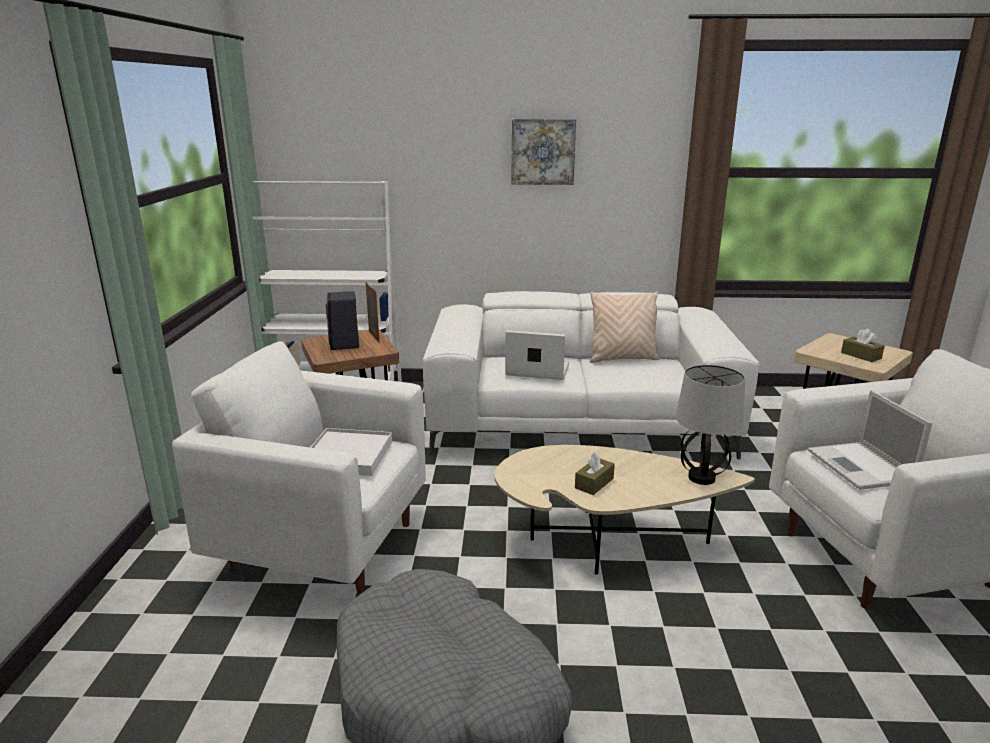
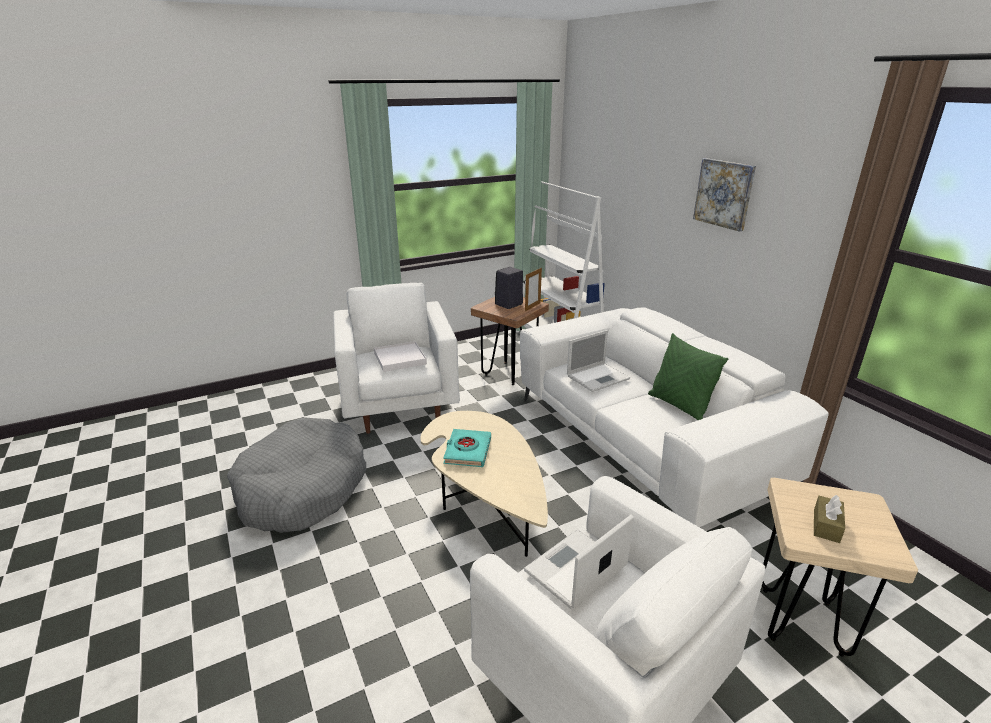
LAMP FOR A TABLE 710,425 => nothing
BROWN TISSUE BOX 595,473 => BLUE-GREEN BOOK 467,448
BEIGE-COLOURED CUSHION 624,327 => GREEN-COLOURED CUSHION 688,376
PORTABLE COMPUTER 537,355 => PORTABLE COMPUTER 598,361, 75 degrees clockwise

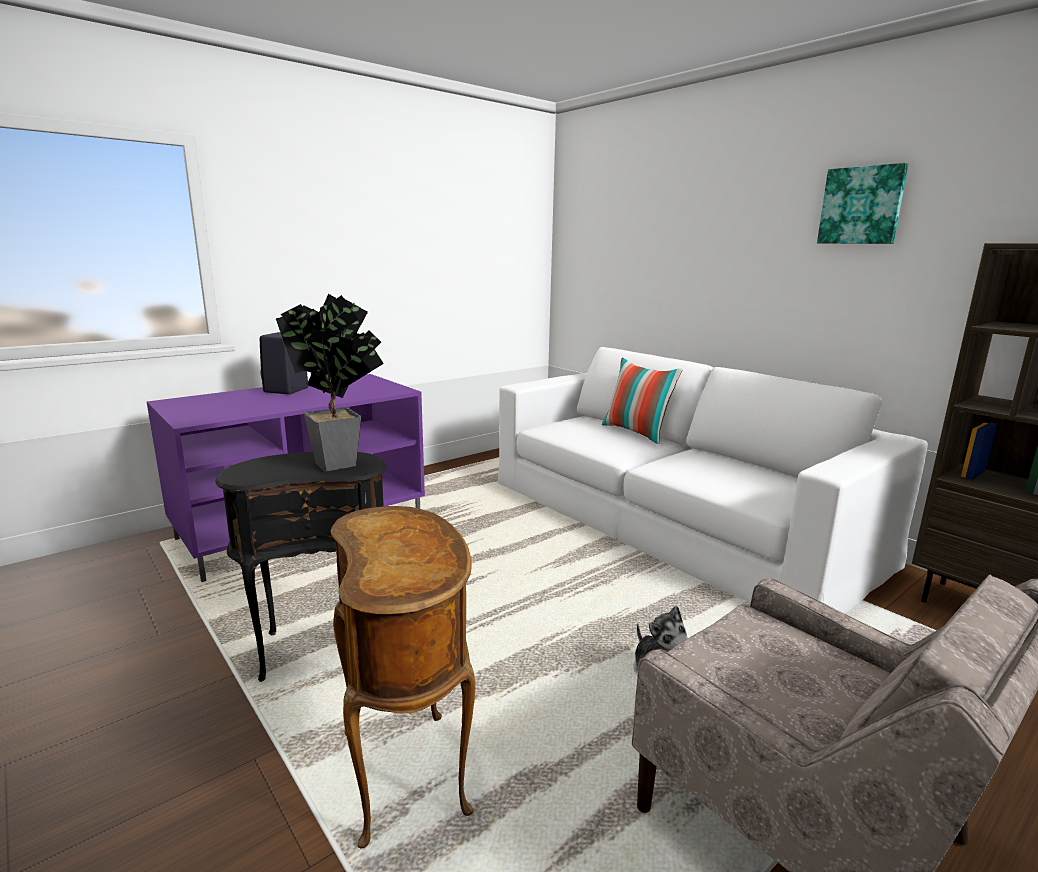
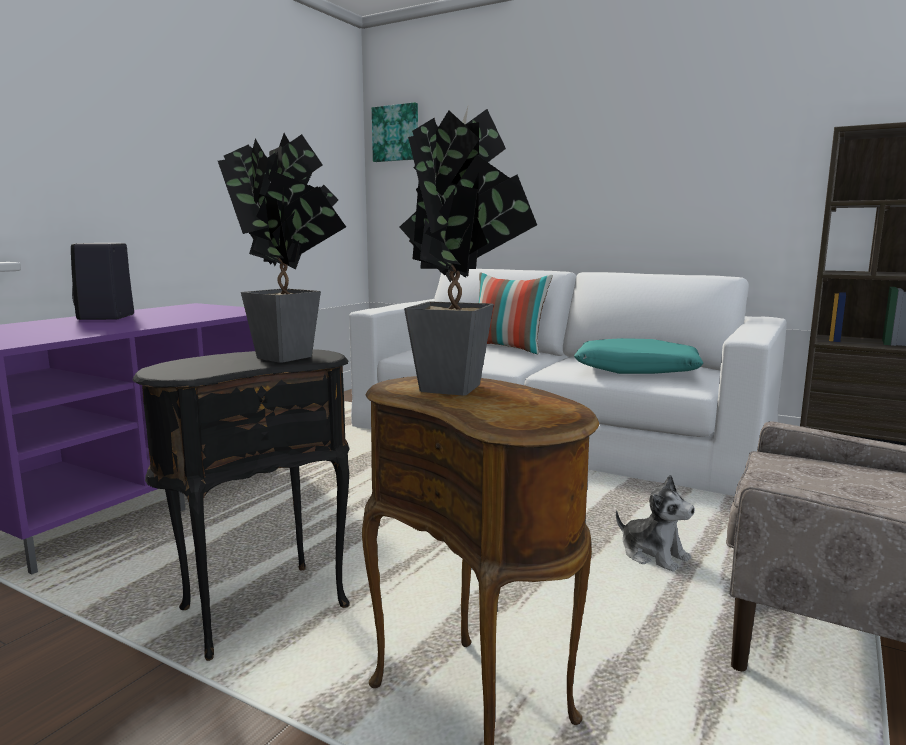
nothing => PLANT IN A POT 468,251
nothing => BLUE-GREEN CUSHION 638,356
WALL ART 862,203 => WALL ART 395,132, moved

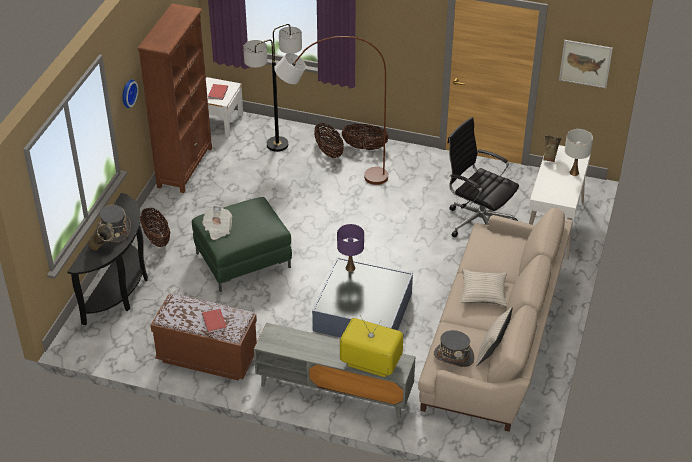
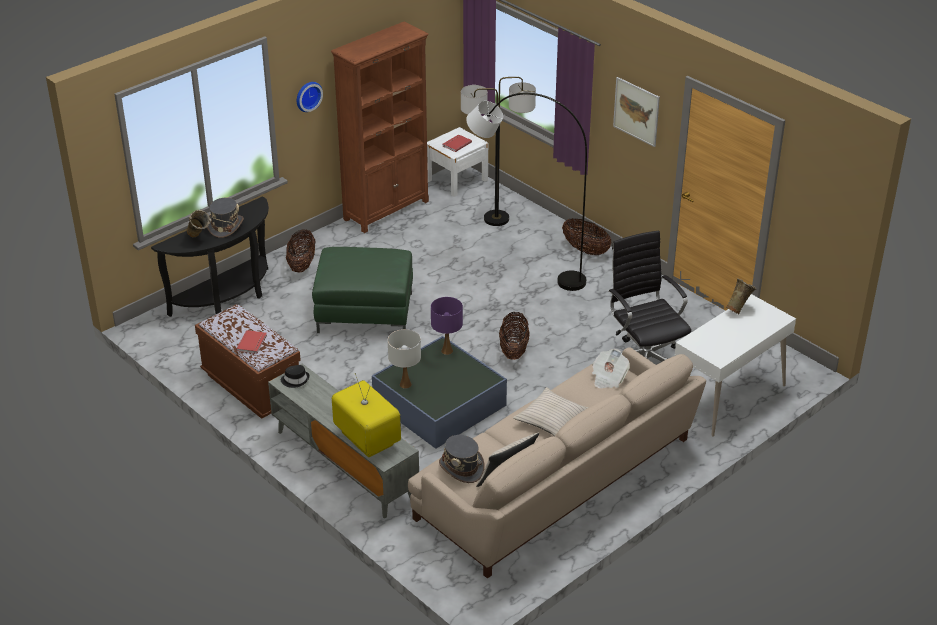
nothing => BLACK-COLOURED HAT 295,376
NEWSPAPER 217,222 => NEWSPAPER 611,368, moved
BASKET 329,140 => BASKET 514,336, moved
WALL ART 586,64 => WALL ART 636,112, moved
WHITE LAMP FOR A TABLE 579,152 => WHITE LAMP FOR A TABLE 404,359, moved
BROWN STANDING LAMP 331,110 => GREY STANDING LAMP 526,192

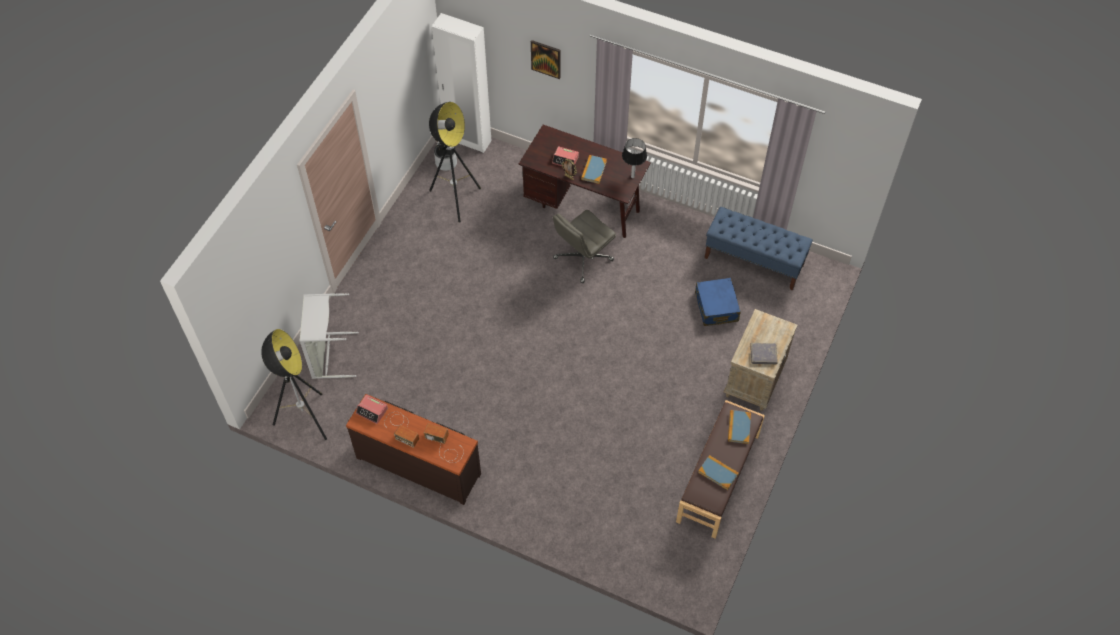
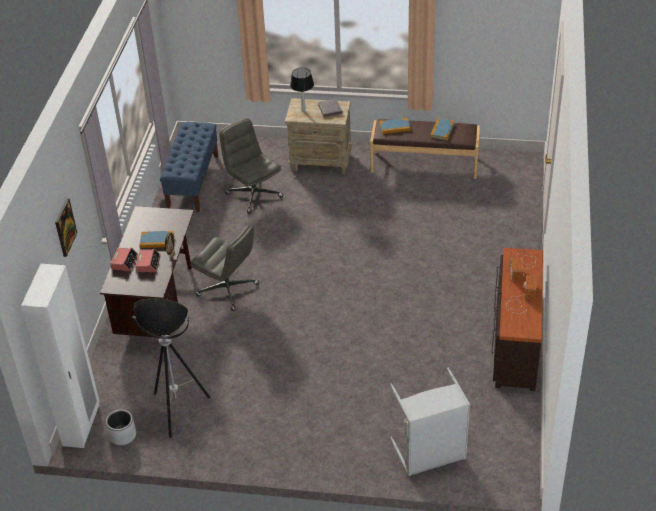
STANDING LAMP 294,384 => nothing
ALARM CLOCK 372,409 => ALARM CLOCK 124,259, moved
LAMP FOR A TABLE 634,158 => LAMP FOR A TABLE 302,90, moved
BLUISH TRAVEL CASE 718,302 => GREY COMPUTER CHAIR 251,166

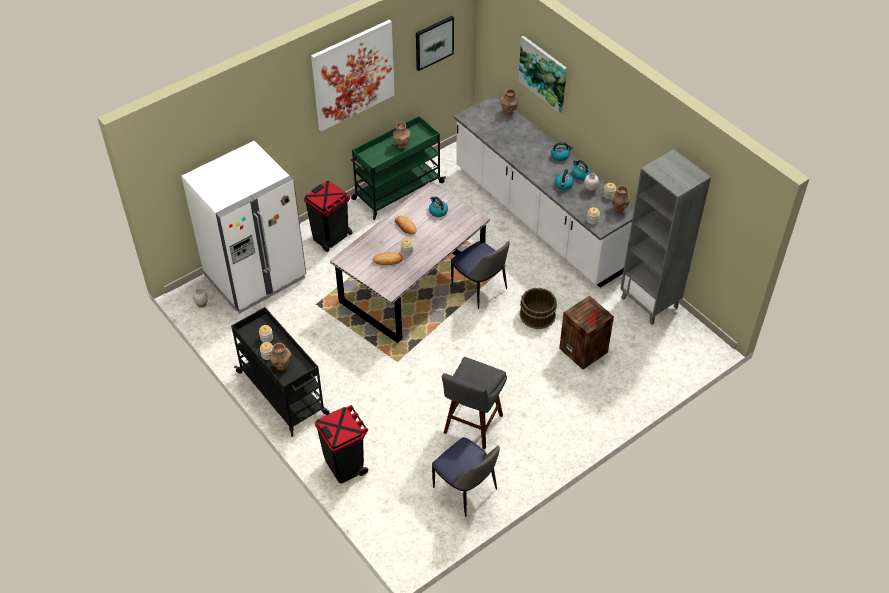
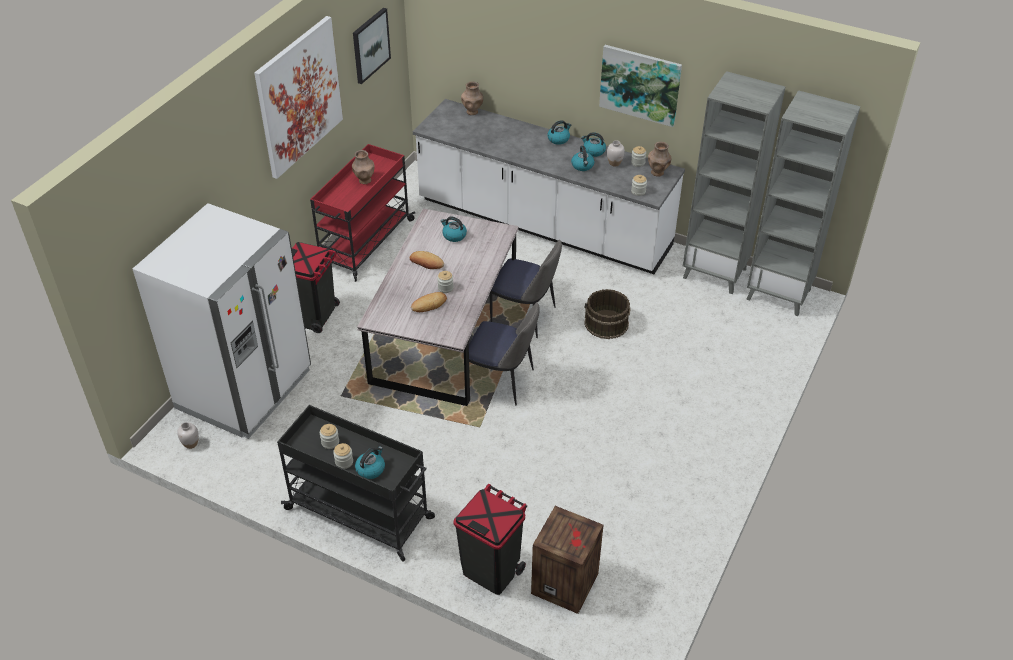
GREY SITTING STOOL 474,403 => nothing
nothing => GREY SHELVING UNIT 803,203
UPRIGHT CHAIR 466,477 => UPRIGHT CHAIR 504,353, moved
WALL ART 542,74 => WALL ART 640,86, moved
PACKING CRATE 586,333 => PACKING CRATE 567,560, moved
BROWN DECORATIVE VASE 280,356 => KETTLE 370,462
GREEN-COLOURED TROLLEY 398,168 => RED TROLLEY 362,213

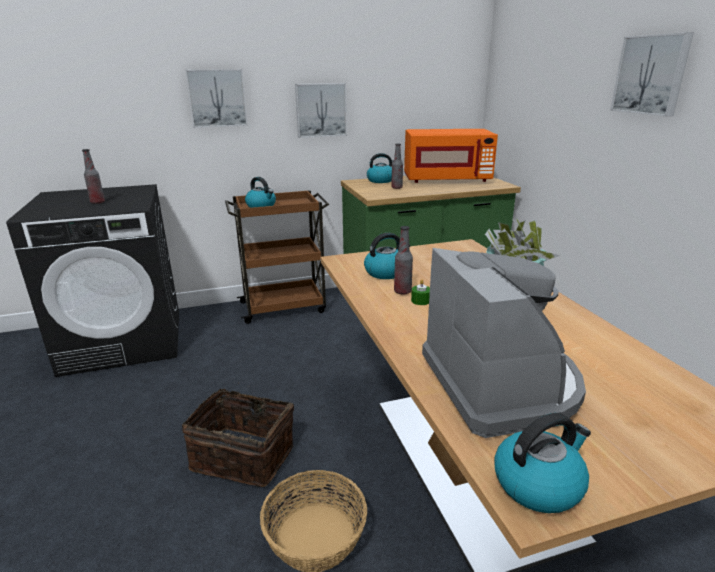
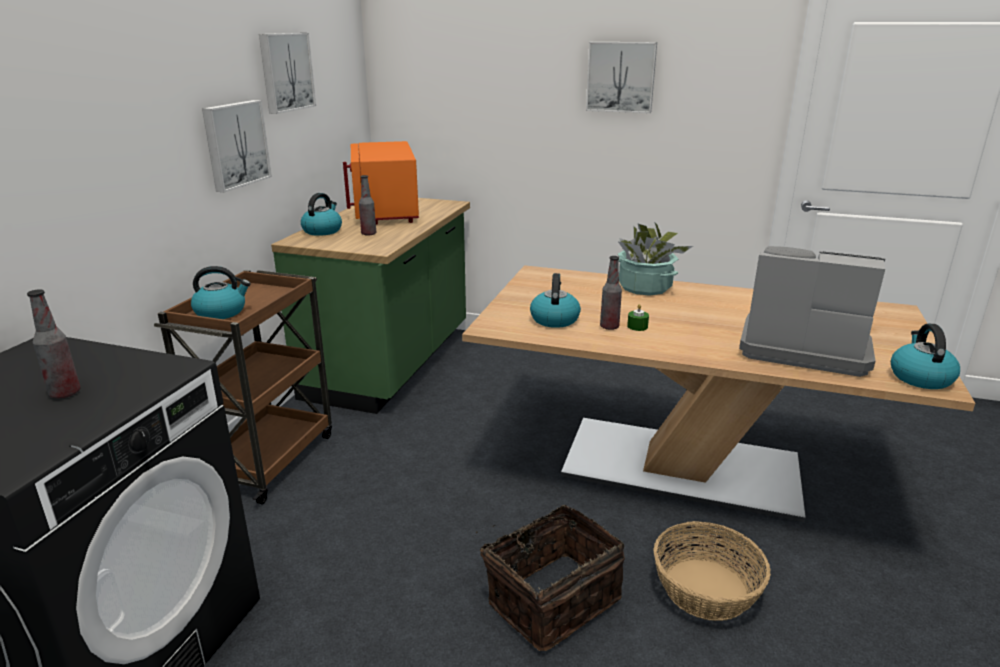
WALL ART 216,98 => WALL ART 287,73, moved
ORANGEY MICROWAVE 451,156 => ORANGEY MICROWAVE 381,183, 135 degrees clockwise

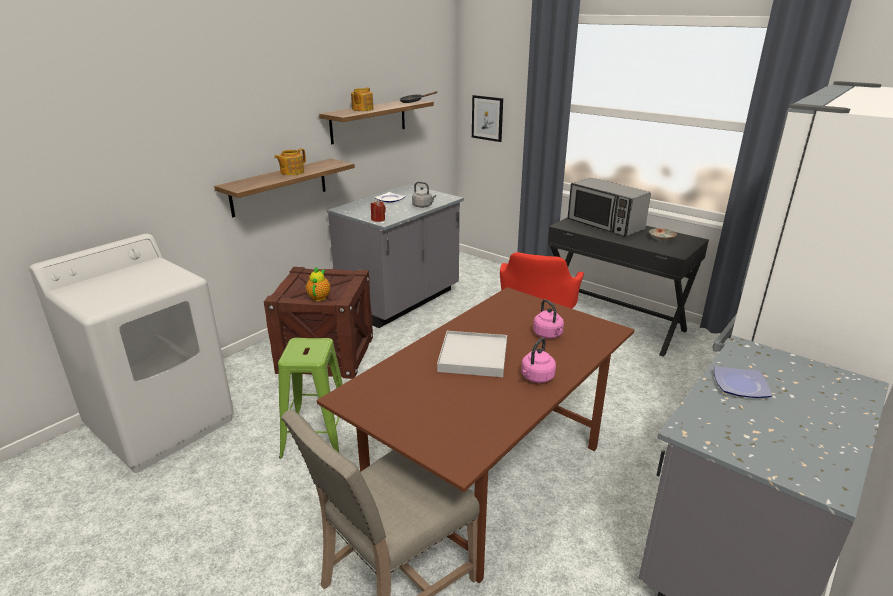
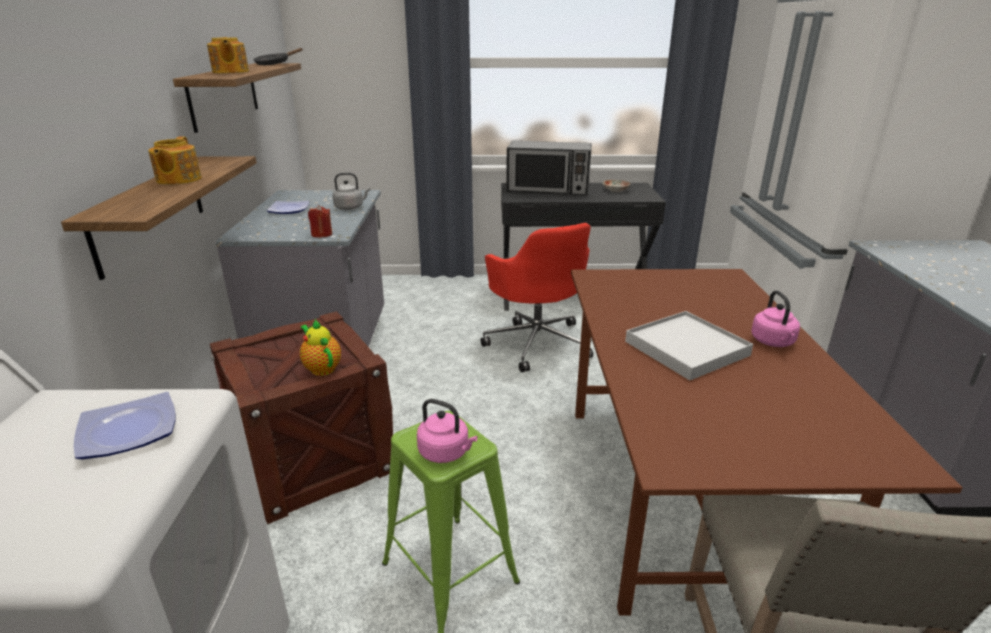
WALL ART 487,118 => nothing
PINK KETTLE 548,319 => PINK KETTLE 447,431, moved
PLATE 743,382 => PLATE 124,425, moved

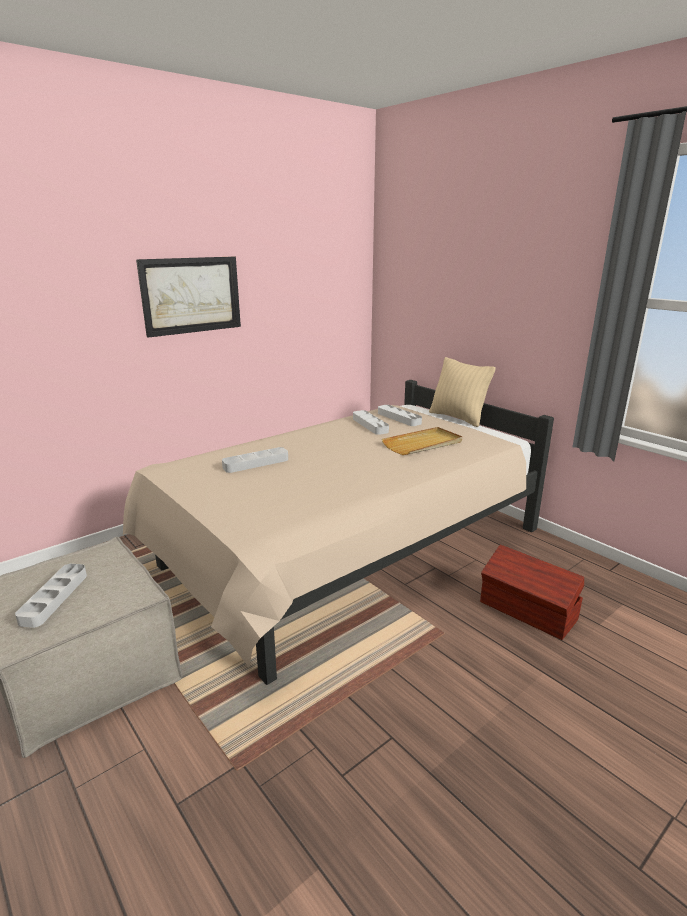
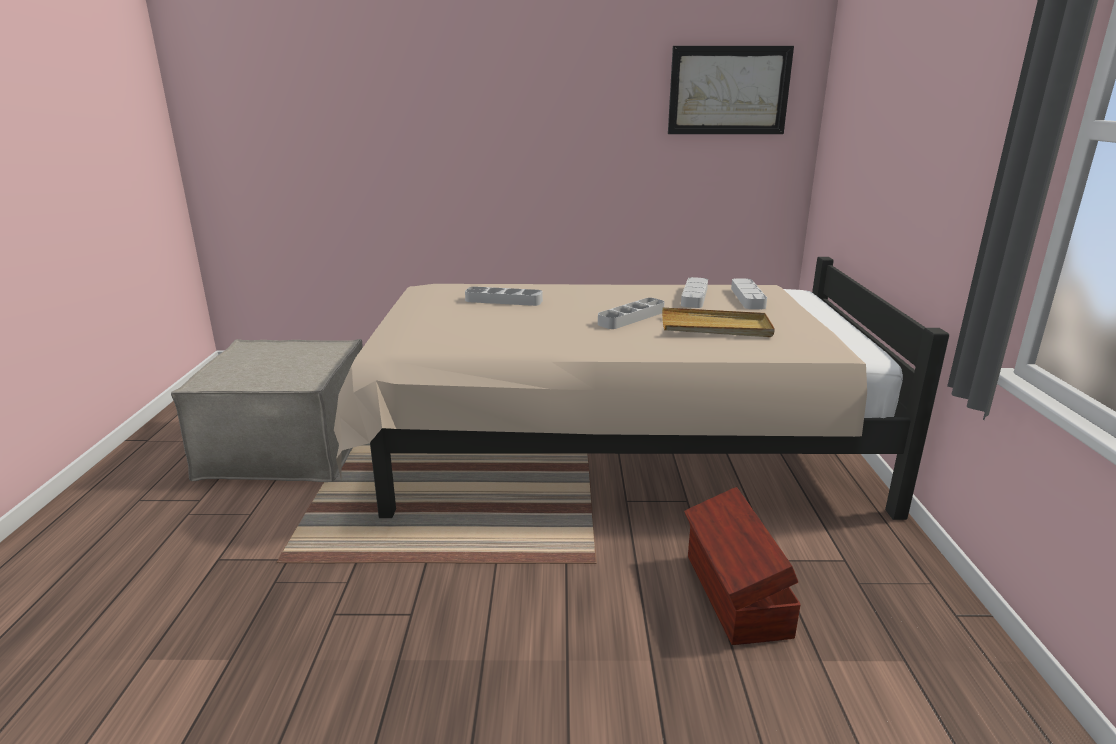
BEIGE-COLOURED CUSHION 462,392 => nothing
GREY SERVING TRAY 51,596 => GREY SERVING TRAY 631,313, moved
WALL ART 188,297 => WALL ART 731,90, moved

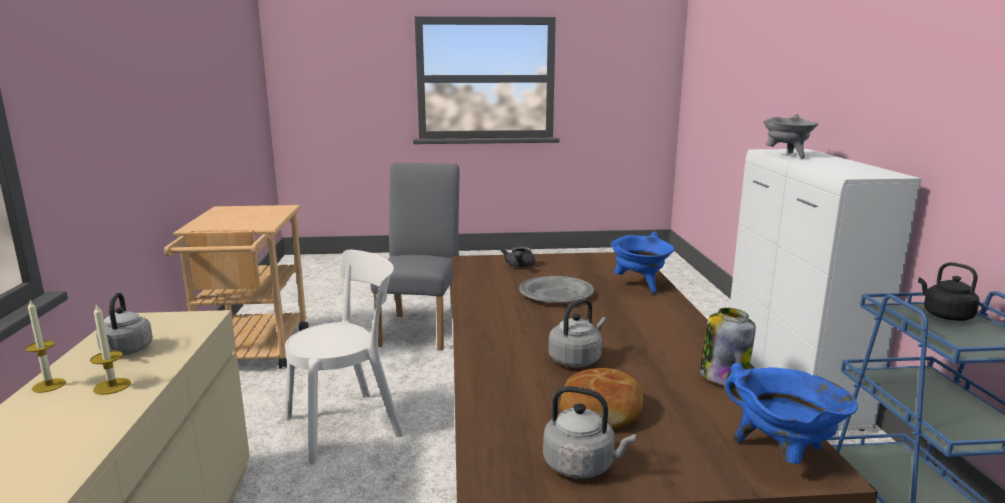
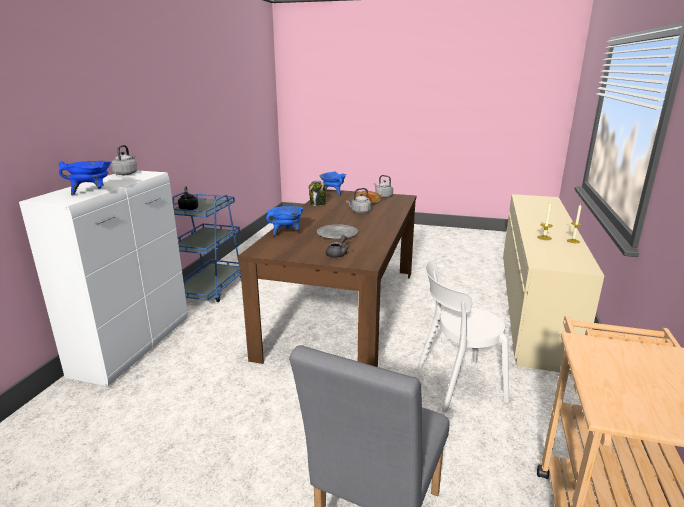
GREY KETTLE 124,324 => GREY KETTLE 124,160, moved
GREY SAUCEPOT 790,136 => BLUISH SAUCEPOT 85,178

